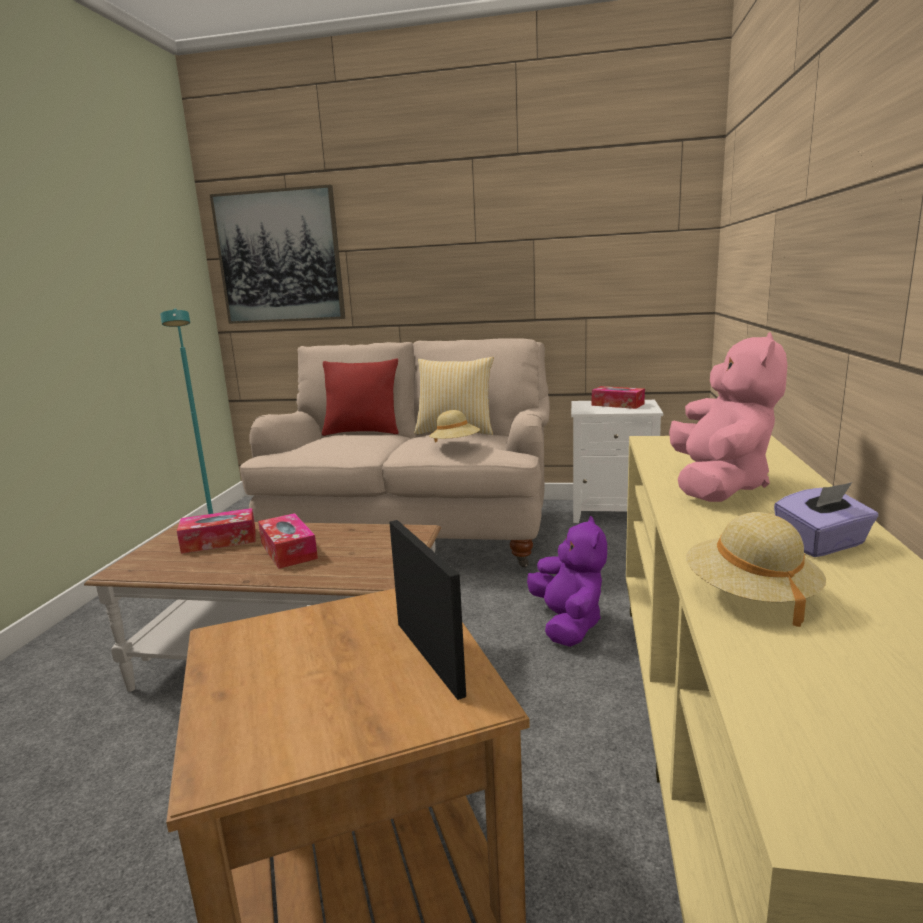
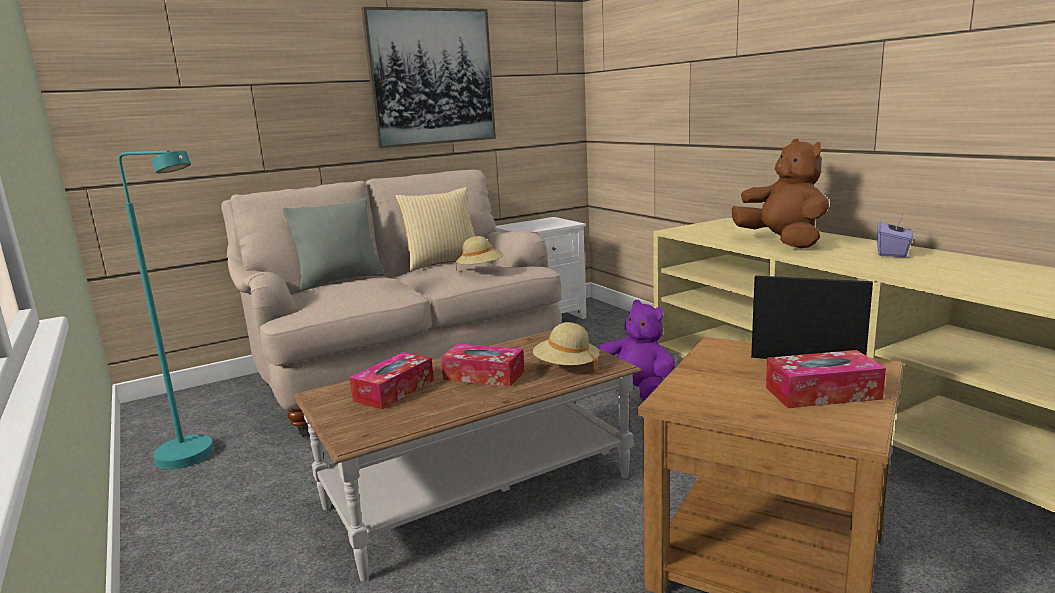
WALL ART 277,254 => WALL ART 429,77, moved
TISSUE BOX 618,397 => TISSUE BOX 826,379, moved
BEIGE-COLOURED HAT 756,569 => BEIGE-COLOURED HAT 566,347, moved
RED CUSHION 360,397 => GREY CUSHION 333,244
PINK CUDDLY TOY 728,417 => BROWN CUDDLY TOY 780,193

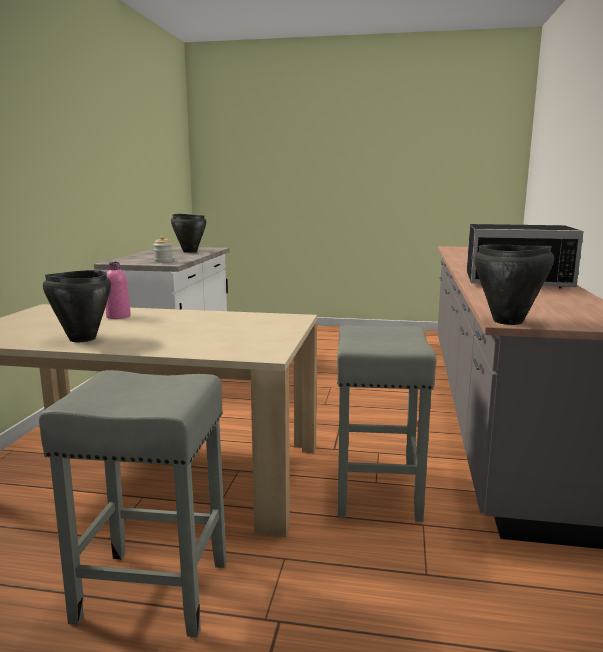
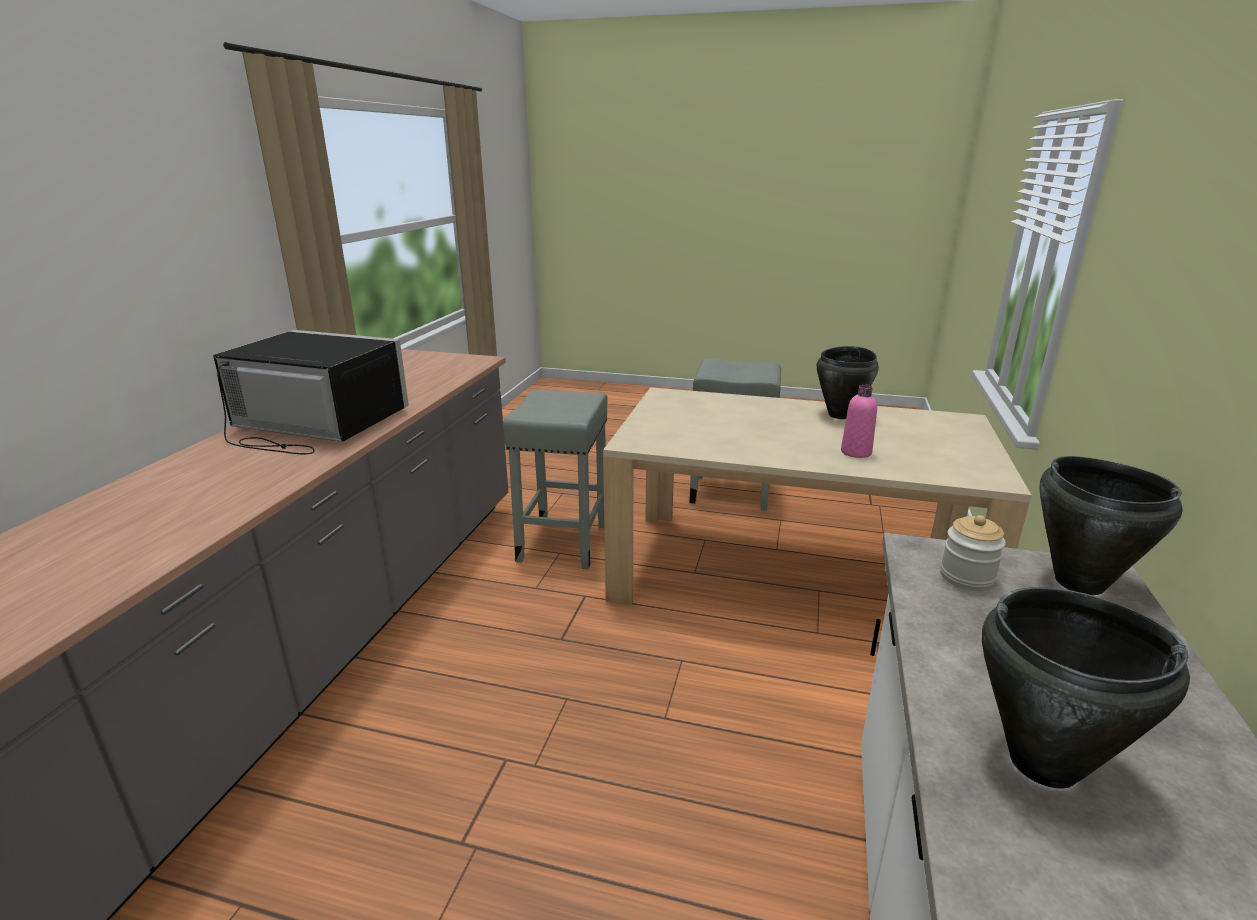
BLACK-COLOURED SAUCEPOT 514,284 => BLACK-COLOURED SAUCEPOT 1111,525, moved

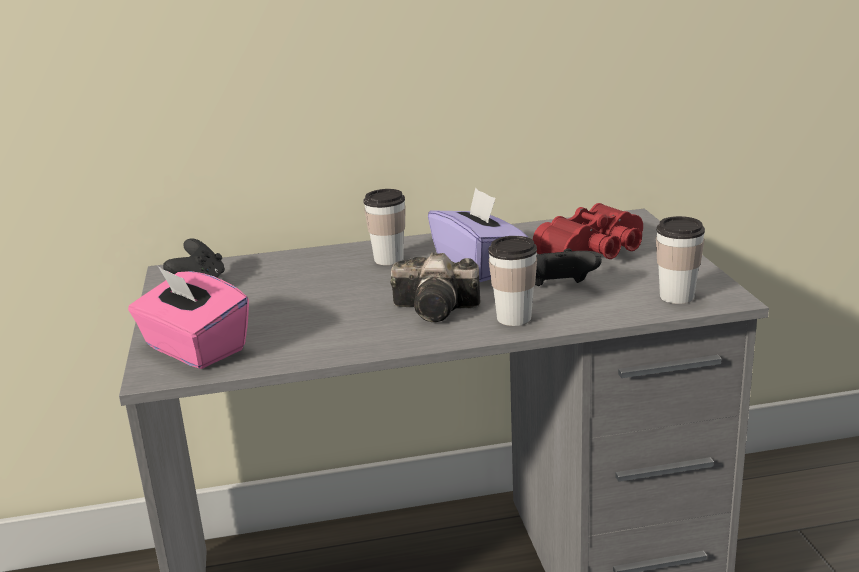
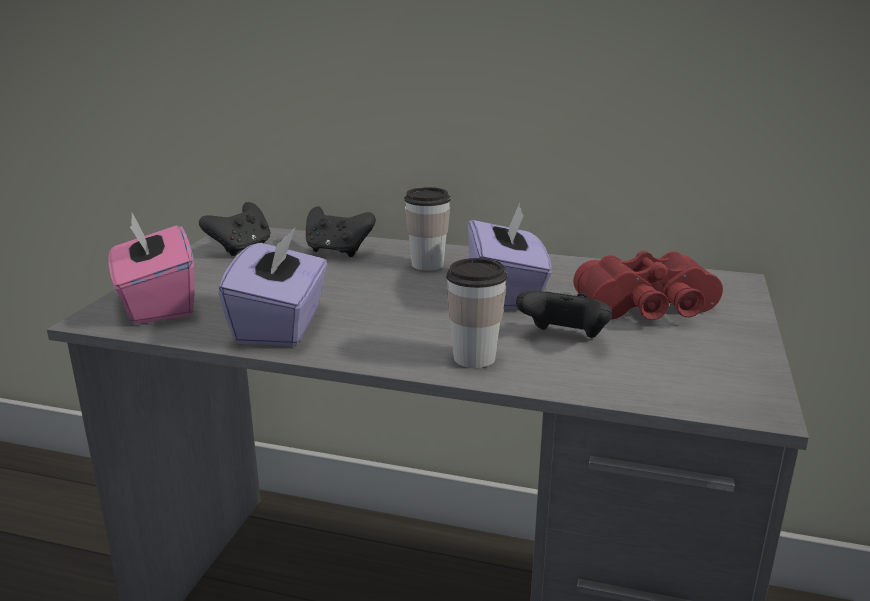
PHOTO CAMERA 435,287 => nothing
CUP 680,260 => nothing
nothing => PURPLE-COLOURED TISSUE BOX 272,286
nothing => BLACK-COLOURED GAME CONTROLLER 341,231

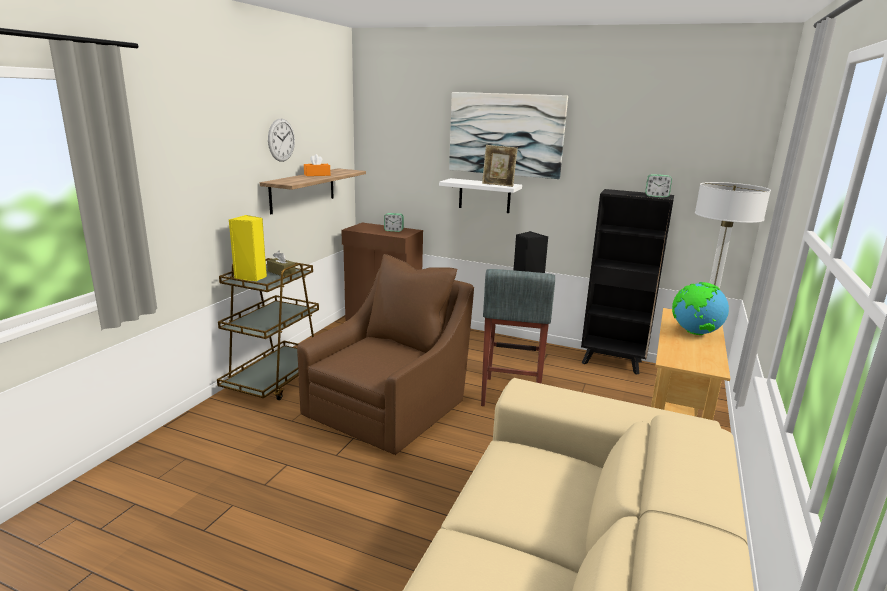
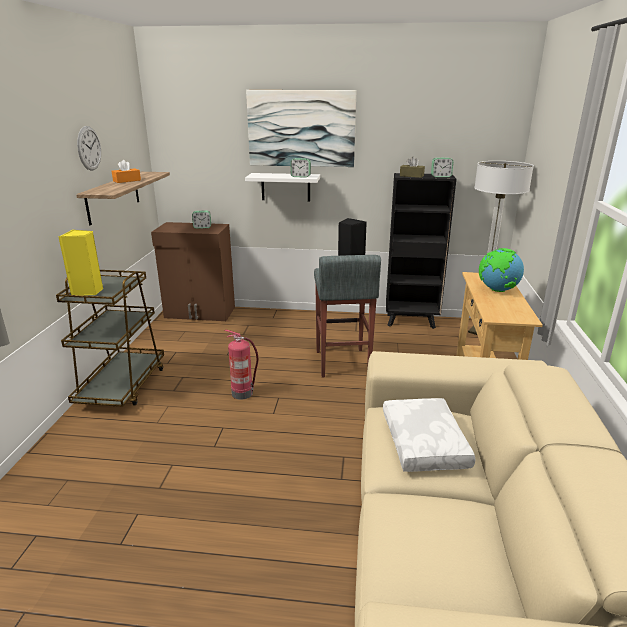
nothing => WHITE CUSHION 429,435
BROWN TISSUE BOX 281,264 => BROWN TISSUE BOX 412,167, moved
BROWN LOUNGE CHAIR 385,354 => FIRE-FIGHTING CYLINDER 241,365
STANDING FRAME 500,166 => ALARM CLOCK 301,168

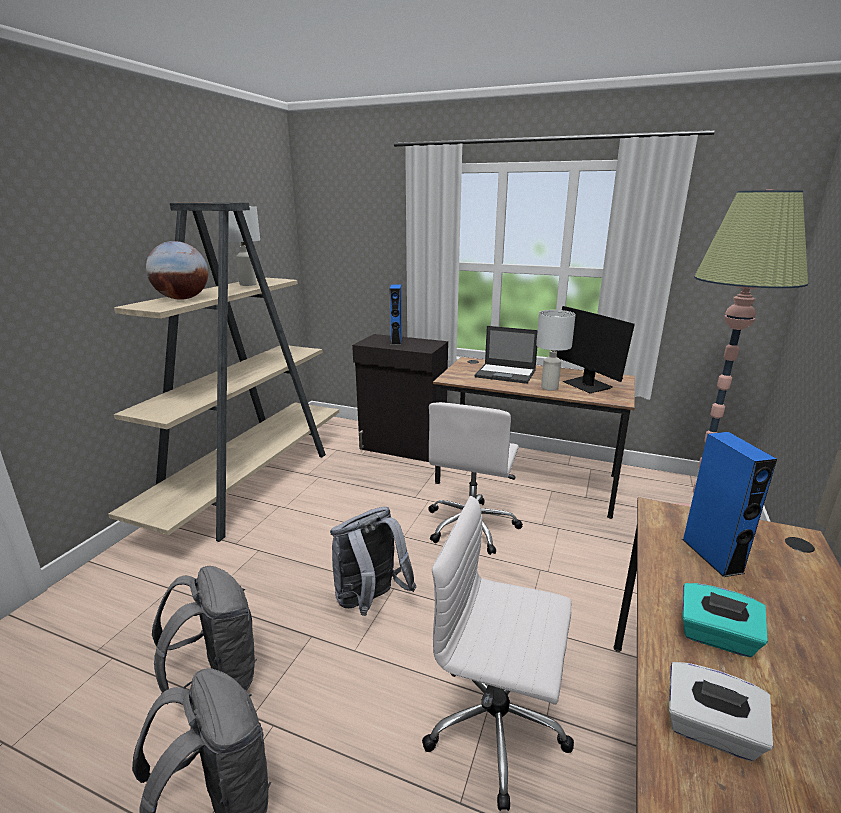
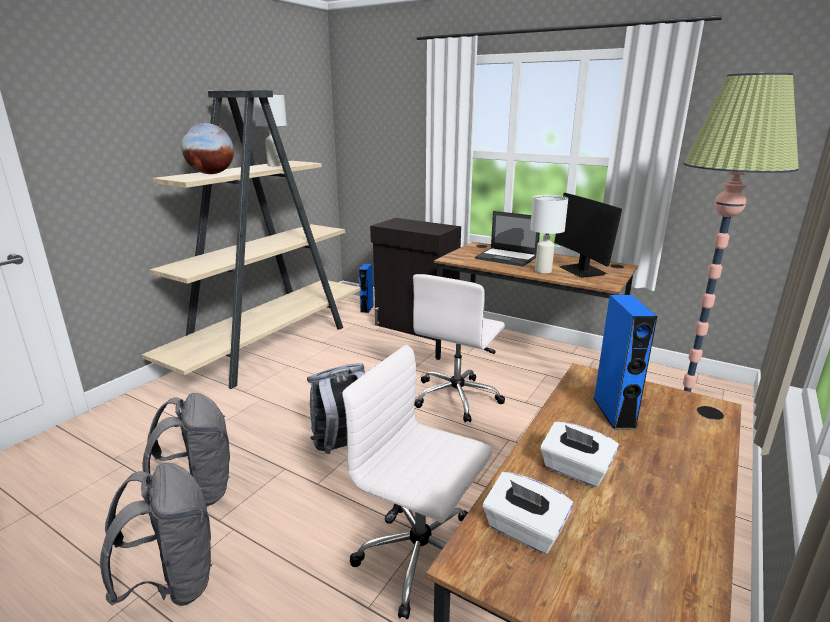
BLUISH AUDIO SPEAKER 395,314 => BLUISH AUDIO SPEAKER 366,288, moved
BLUE-GREEN TISSUE BOX 725,620 => WHITE TISSUE BOX 579,454

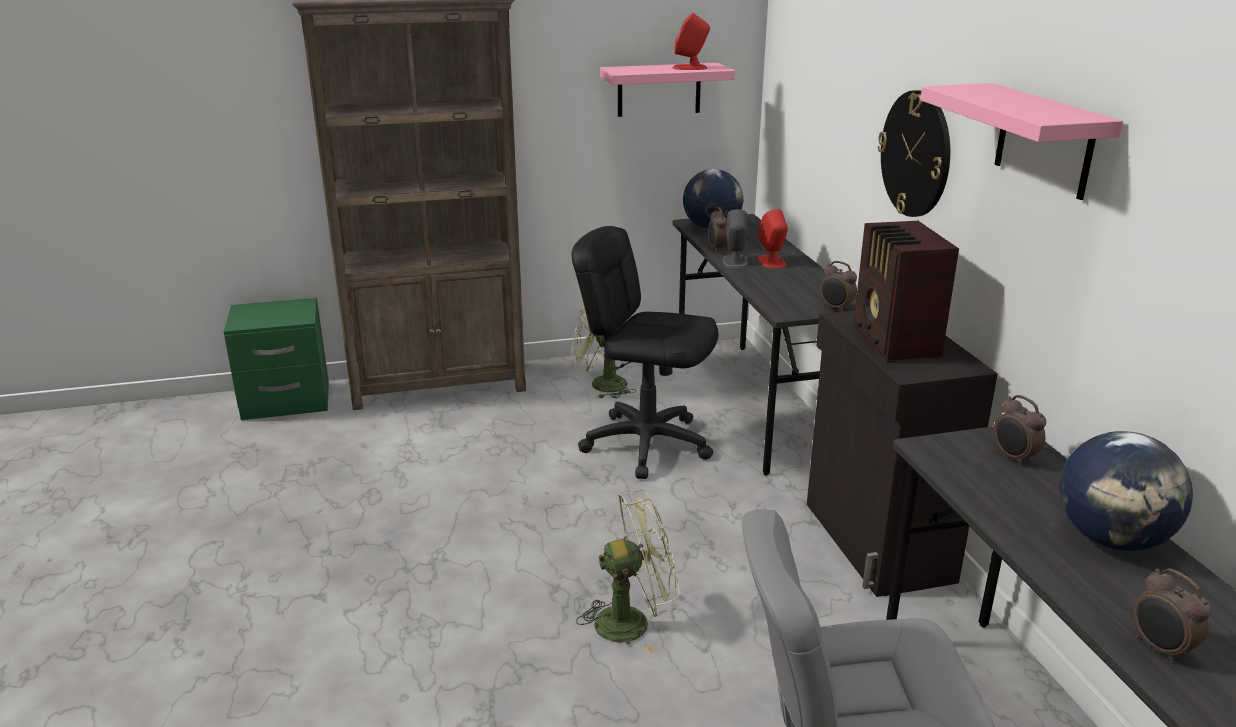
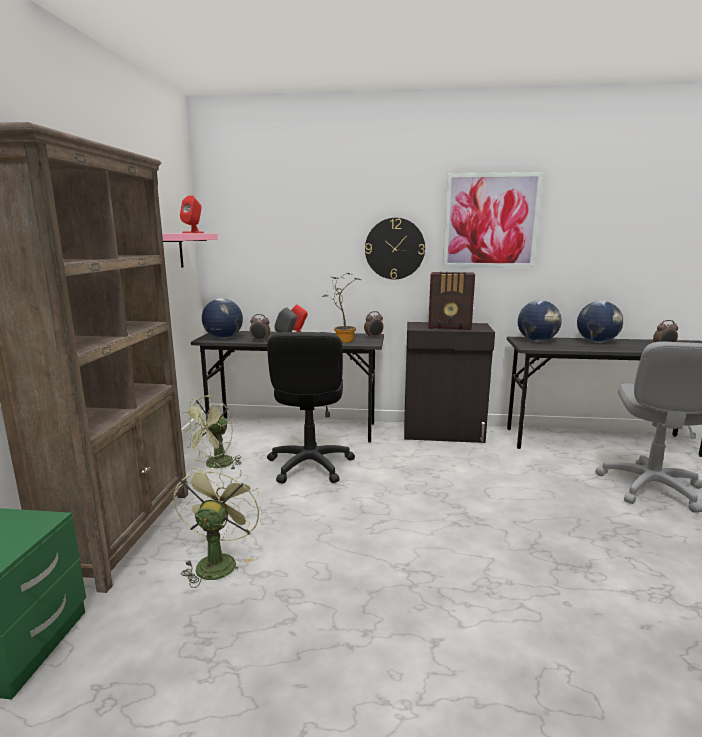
nothing => PLANT IN A POT 341,308
GREEN-COLOURED FAN 628,571 => GREEN-COLOURED FAN 217,525, moved
PINK SHELF 1021,141 => WALL ART 493,220
ALARM CLOCK 1019,430 => GLOBE 540,321
BLACK-COLOURED COMPUTER CHAIR 645,352 => BLACK-COLOURED COMPUTER CHAIR 311,408, 45 degrees counterclockwise

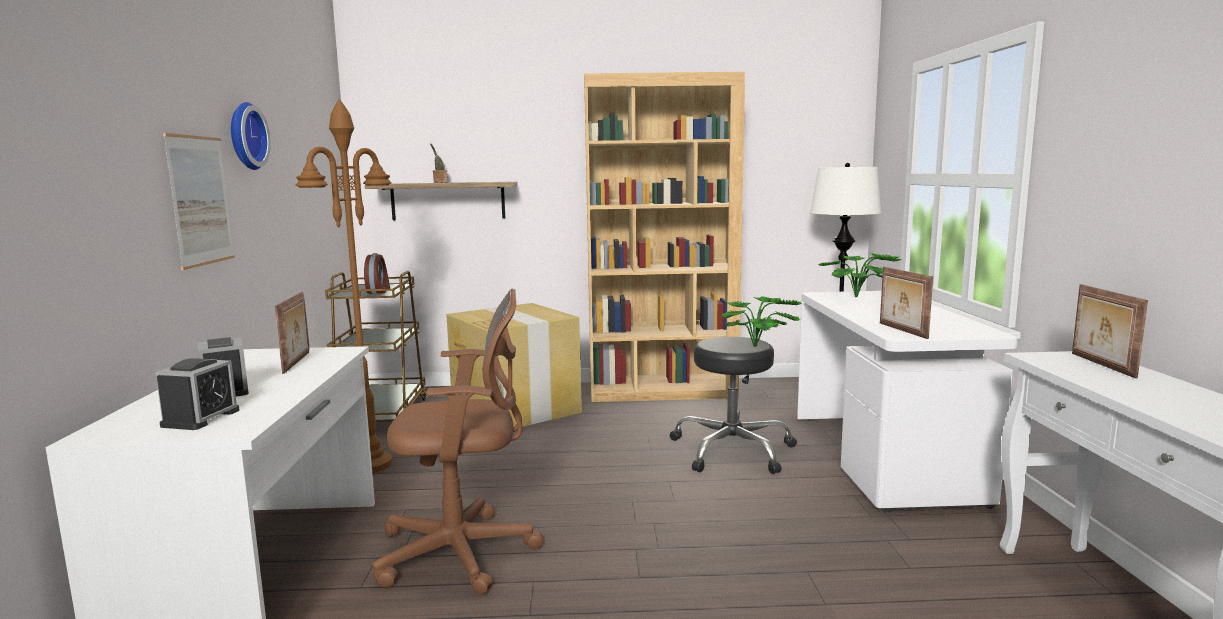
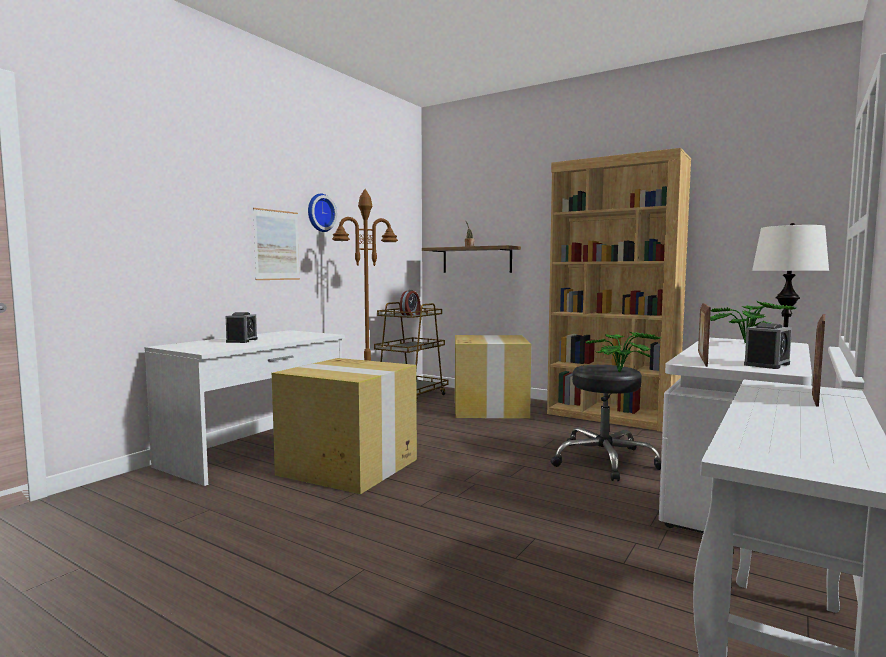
STANDING FRAME 292,333 => nothing
ALARM CLOCK 197,394 => ALARM CLOCK 768,346, moved
BROWN COMPUTER CHAIR 457,442 => CARTON 344,426

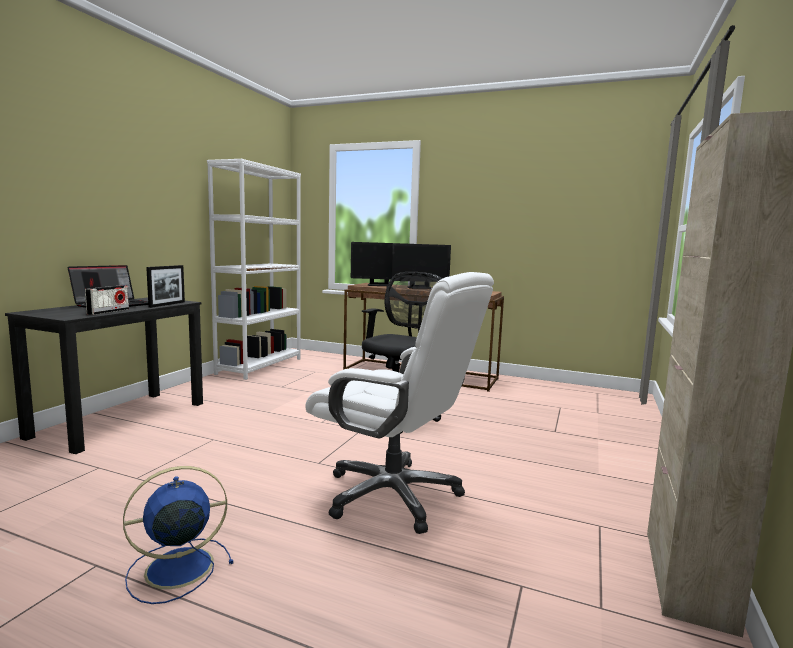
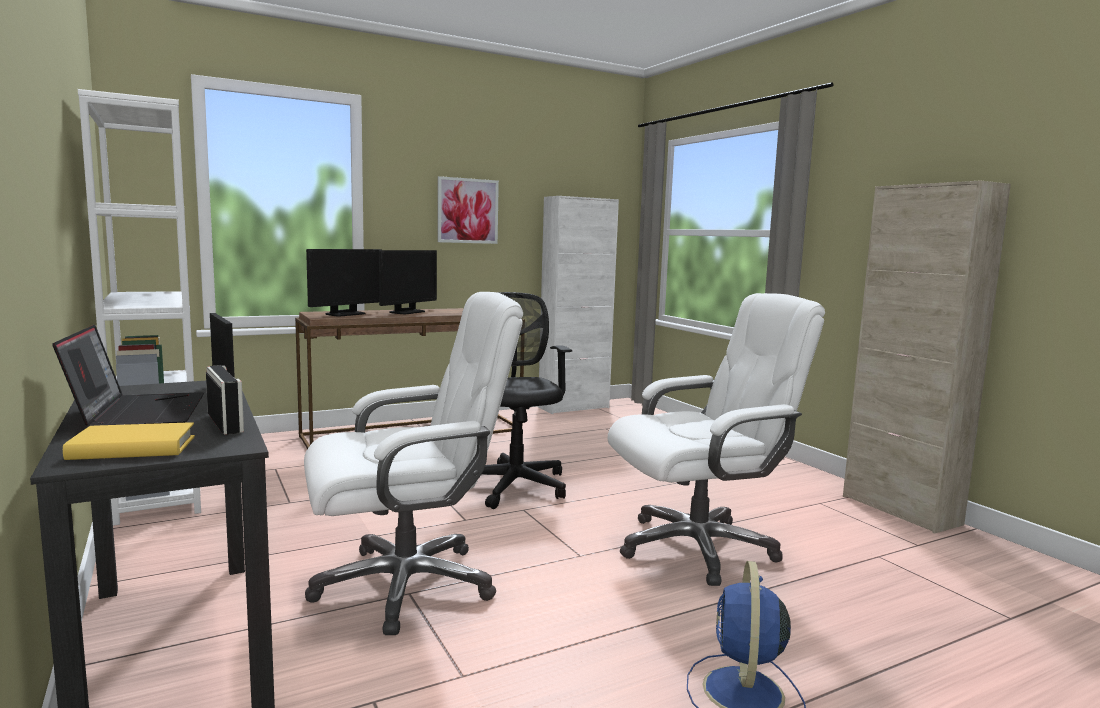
nothing => YELLOW BOOK 129,441
nothing => WHITE COMPUTER CHAIR 413,463
nothing => WALL ART 468,210
nothing => WHITE CABINET 578,305

